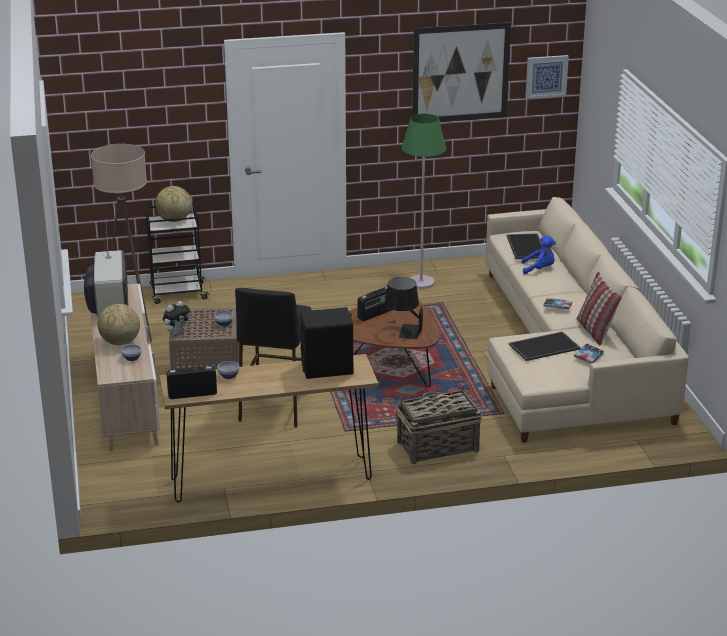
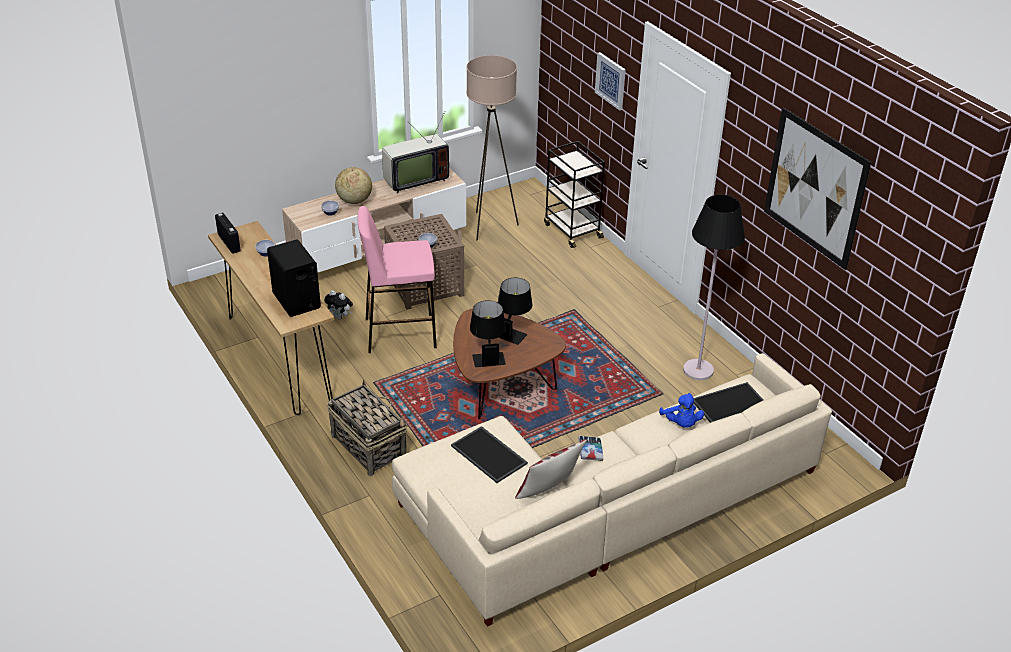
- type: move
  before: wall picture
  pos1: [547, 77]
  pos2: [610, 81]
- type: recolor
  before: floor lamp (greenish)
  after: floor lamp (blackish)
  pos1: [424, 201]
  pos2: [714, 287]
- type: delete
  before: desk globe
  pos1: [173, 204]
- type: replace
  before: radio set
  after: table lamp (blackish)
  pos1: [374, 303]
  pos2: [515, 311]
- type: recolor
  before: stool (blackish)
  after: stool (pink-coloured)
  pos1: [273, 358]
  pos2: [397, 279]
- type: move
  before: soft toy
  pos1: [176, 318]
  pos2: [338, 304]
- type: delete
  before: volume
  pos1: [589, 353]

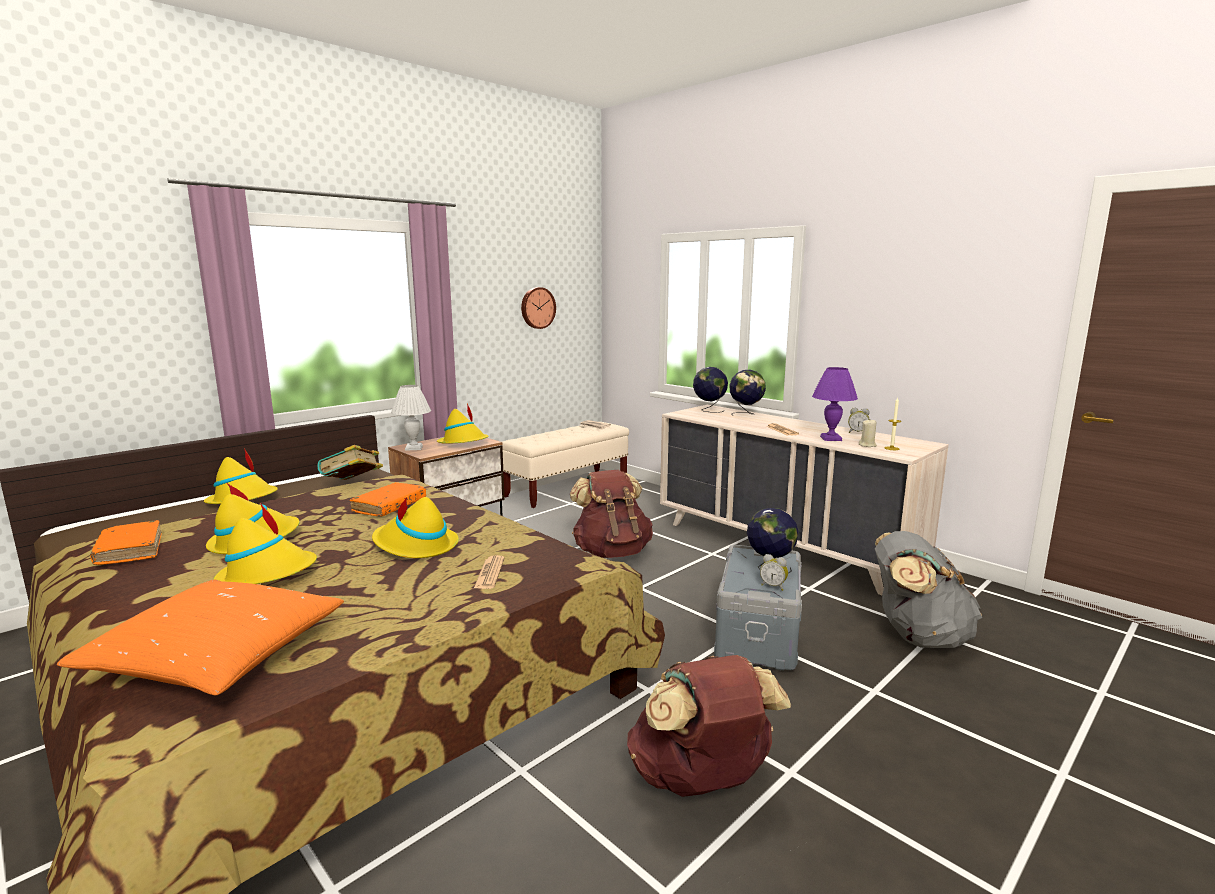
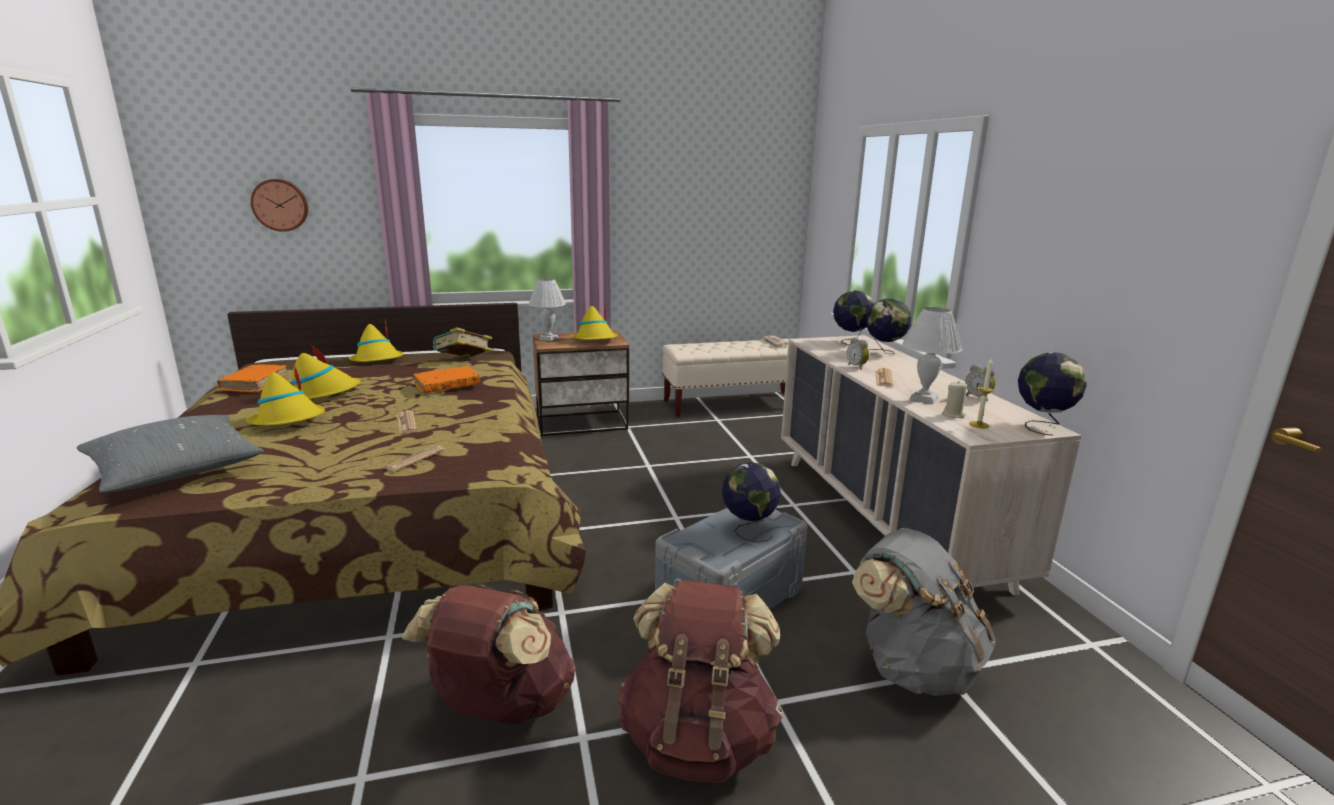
- type: move
  before: clock on the wall
  pos1: [538, 308]
  pos2: [279, 205]
- type: recolor
  before: table lamp (purple)
  after: table lamp (white-coloured)
  pos1: [835, 404]
  pos2: [932, 355]
- type: move
  before: backpack (brown)
  pos1: [611, 514]
  pos2: [700, 681]
- type: replace
  before: hat (yellowish)
  after: printed paper
  pos1: [415, 527]
  pos2: [407, 422]
- type: move
  before: table clock
  pos1: [774, 572]
  pos2: [858, 353]
- type: recolor
  before: pillow (orange)
  after: pillow (greyish)
  pos1: [200, 638]
  pos2: [170, 453]
- type: insert
  after: desk globe
  pos2: [1052, 394]

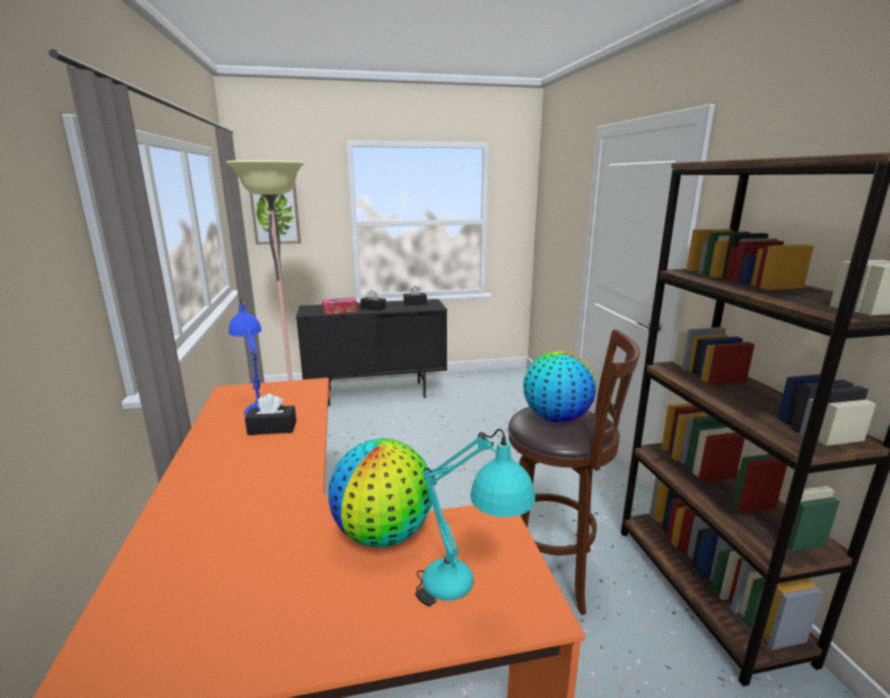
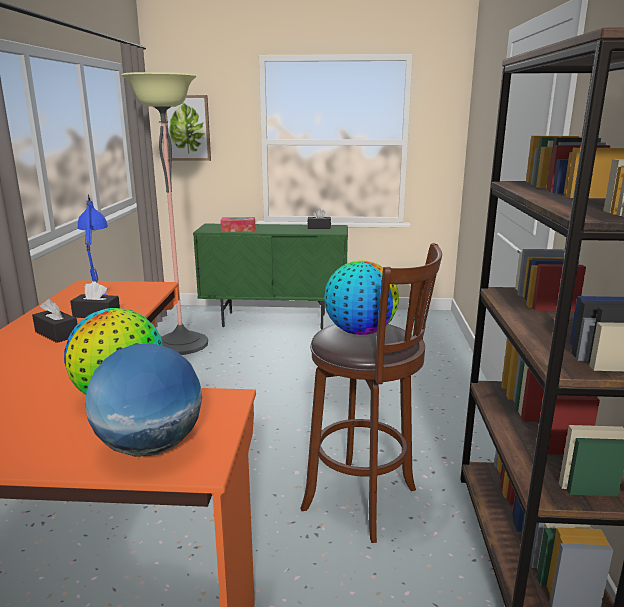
- type: move
  before: tissue box (blackish)
  pos1: [373, 300]
  pos2: [54, 321]
- type: recolor
  before: storage cabinet (blackish)
  after: storage cabinet (greenish)
  pos1: [371, 352]
  pos2: [270, 277]
- type: replace
  before: table lamp (turquoise)
  after: desk globe
  pos1: [475, 518]
  pos2: [143, 400]

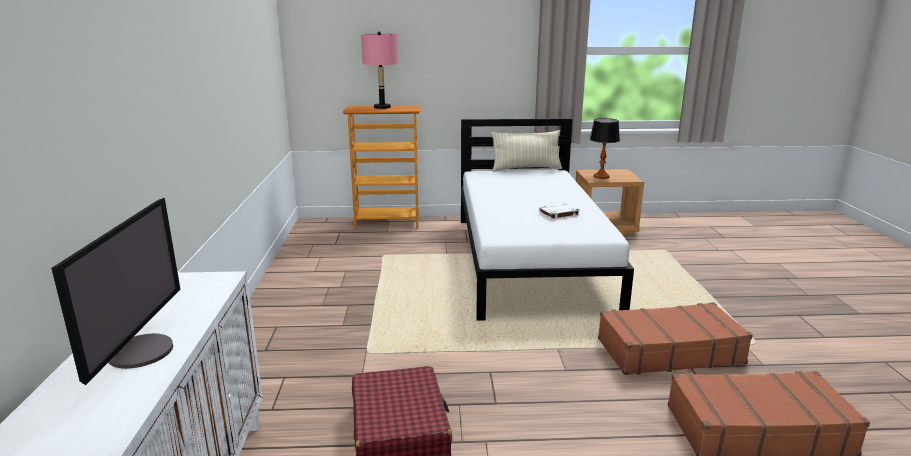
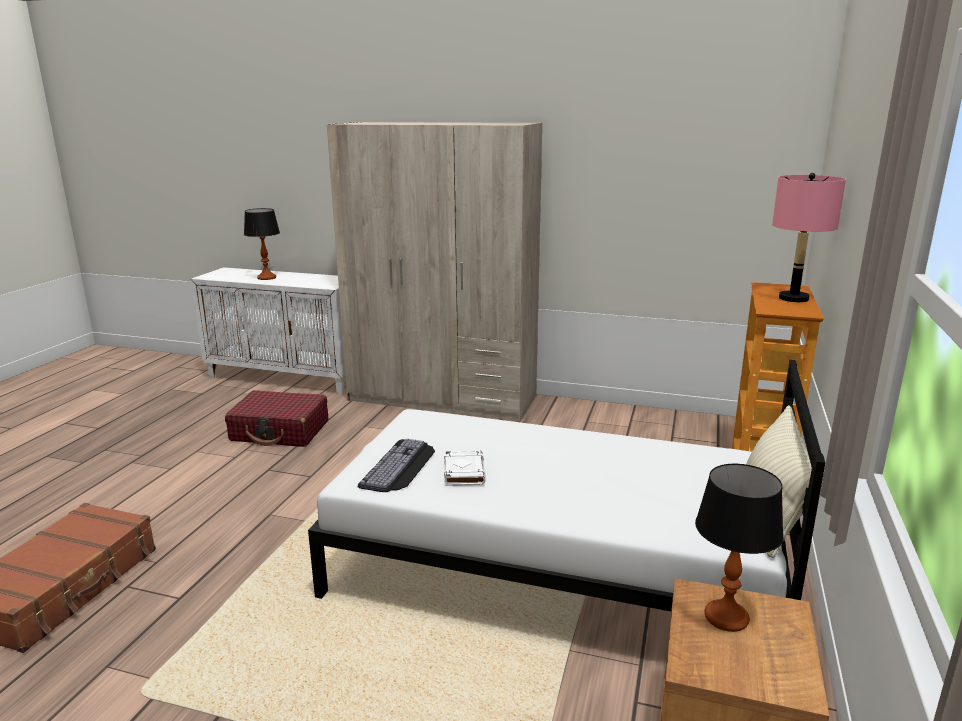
- type: replace
  before: computer screen
  after: table lamp
  pos1: [115, 291]
  pos2: [262, 244]
- type: delete
  before: piece of luggage (brown)
  pos1: [675, 338]
- type: insert
  after: wardrobe (beige)
  pos2: [434, 272]
- type: insert
  after: PC keyboard
  pos2: [396, 465]

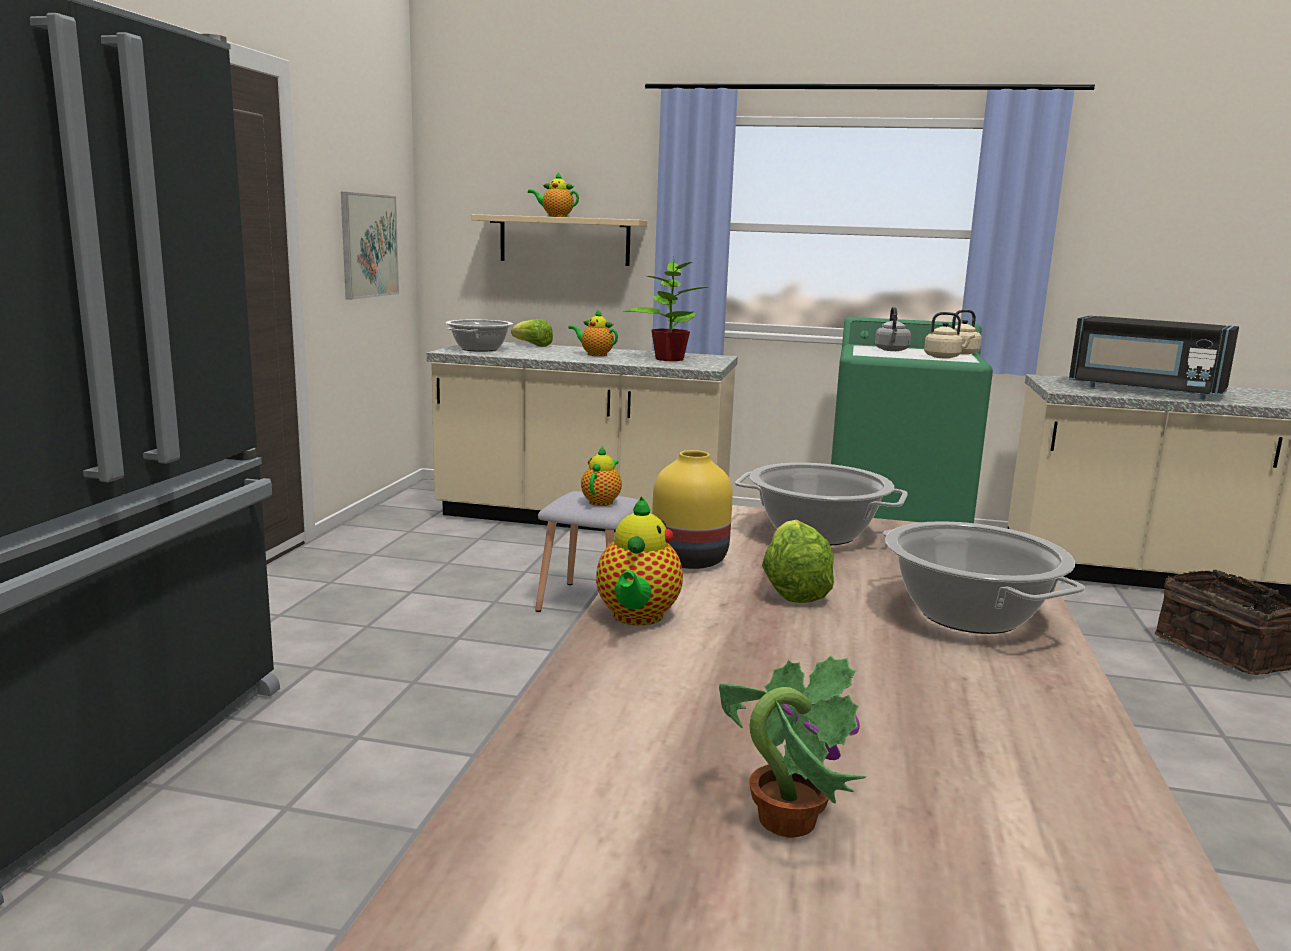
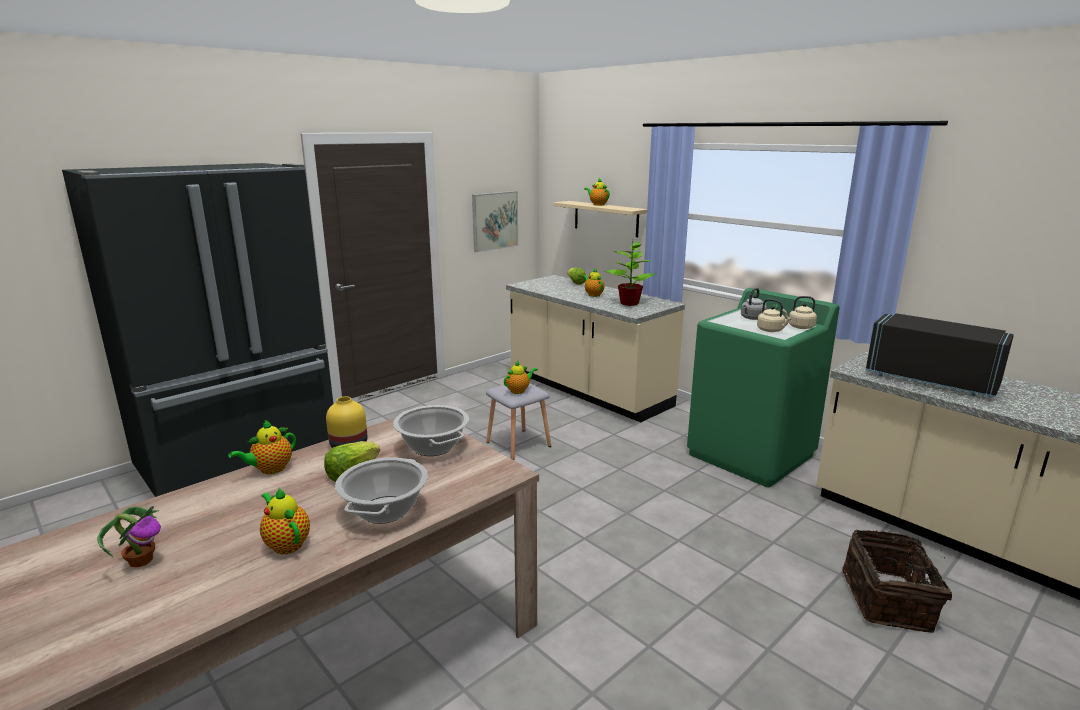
- type: rotate
  before: microwave oven (blackish)
  pos1: [1154, 358]
  pos2: [940, 355]
  turn: 150
- type: delete
  before: cooking pot
  pos1: [479, 336]
- type: insert
  after: teapot
  pos2: [285, 521]

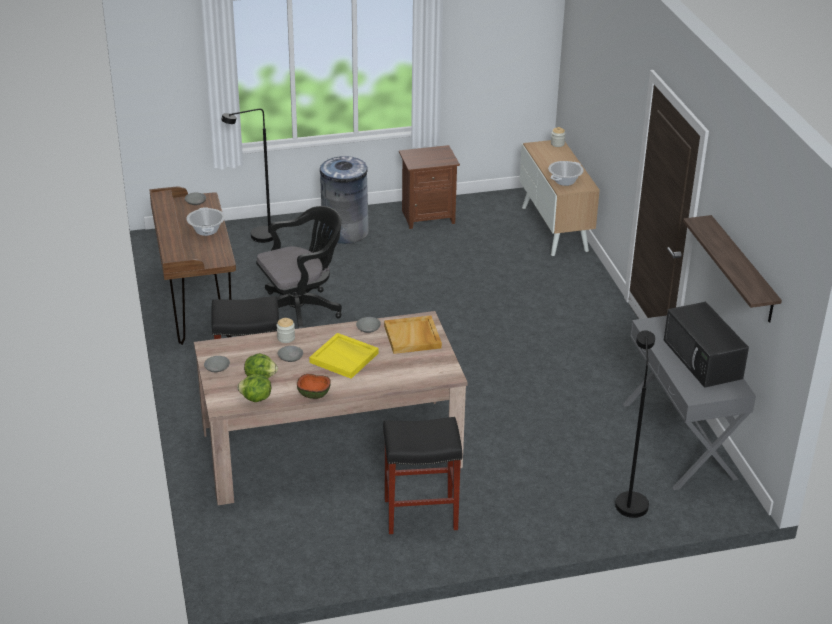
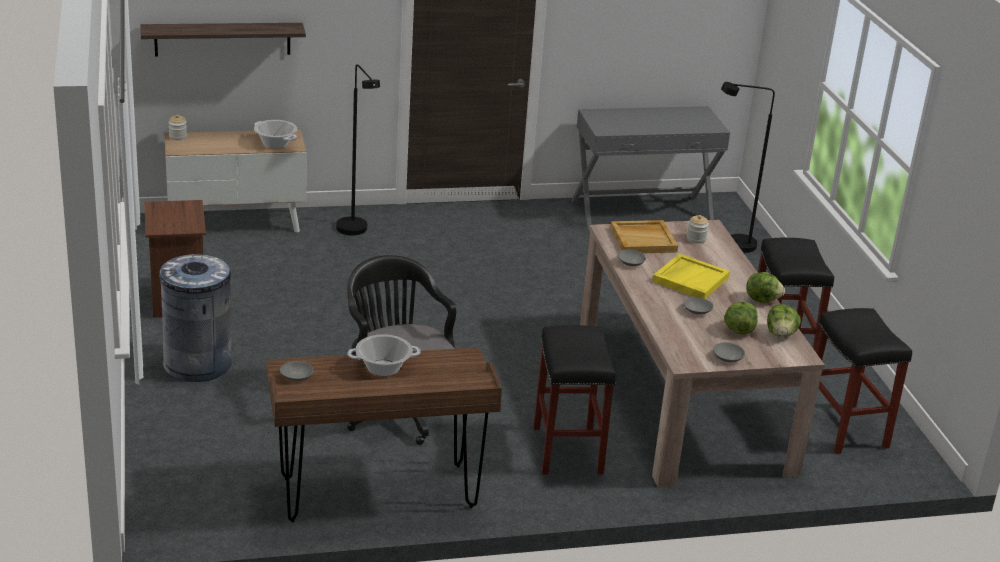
- type: move
  before: floor lamp (blackish)
  pos1: [247, 176]
  pos2: [358, 150]
- type: move
  before: shelf
  pos1: [732, 269]
  pos2: [223, 40]
- type: delete
  before: microwave oven (blackish)
  pos1: [706, 345]
- type: move
  before: storage jar
  pos1: [286, 330]
  pos2: [698, 229]
- type: replace
  before: bowl
  after: head of lettuce
  pos1: [314, 386]
  pos2: [765, 287]
- type: insert
  after: stool (blackish)
  pos2: [863, 381]

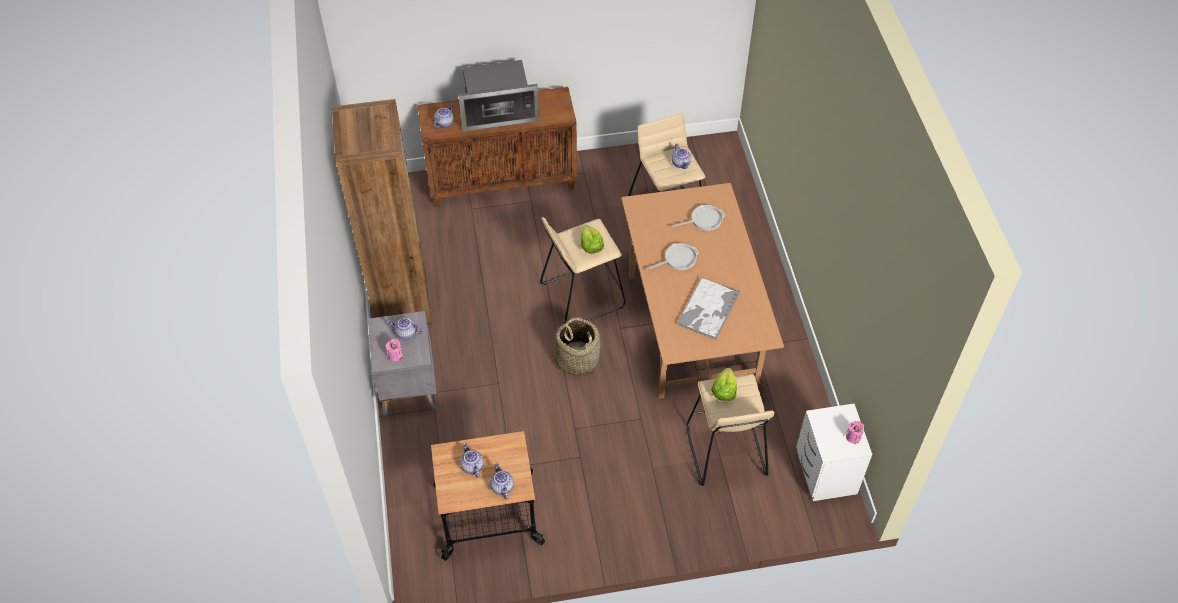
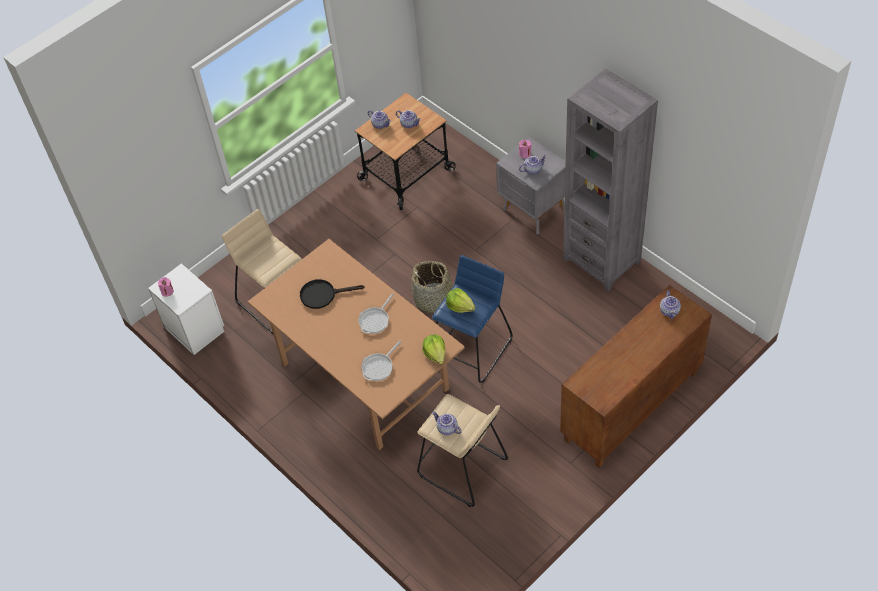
- type: delete
  before: microwave oven
  pos1: [498, 96]
- type: recolor
  before: bookcase (brown)
  after: bookcase (greyish)
  pos1: [382, 212]
  pos2: [610, 179]
- type: recolor
  before: stool (beige)
  after: stool (bluish)
  pos1: [583, 270]
  pos2: [472, 319]
- type: replace
  before: carrying tray
  after: frying pan (blackish)
  pos1: [708, 308]
  pos2: [332, 294]
- type: move
  before: head of lettuce
  pos1: [724, 384]
  pos2: [433, 349]

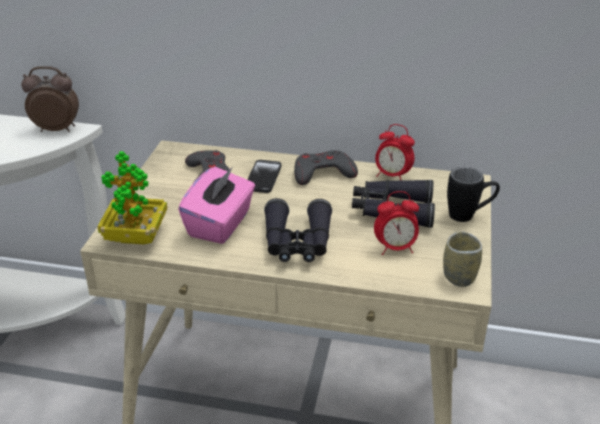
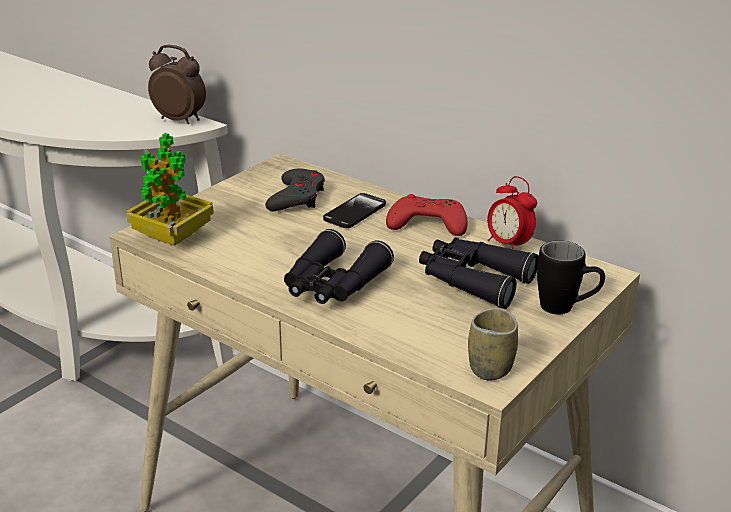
- type: recolor
  before: joypad (greyish)
  after: joypad (reddish)
  pos1: [326, 167]
  pos2: [427, 215]
- type: delete
  before: tissue box (pink-coloured)
  pos1: [216, 205]
- type: delete
  before: table clock
  pos1: [396, 223]

